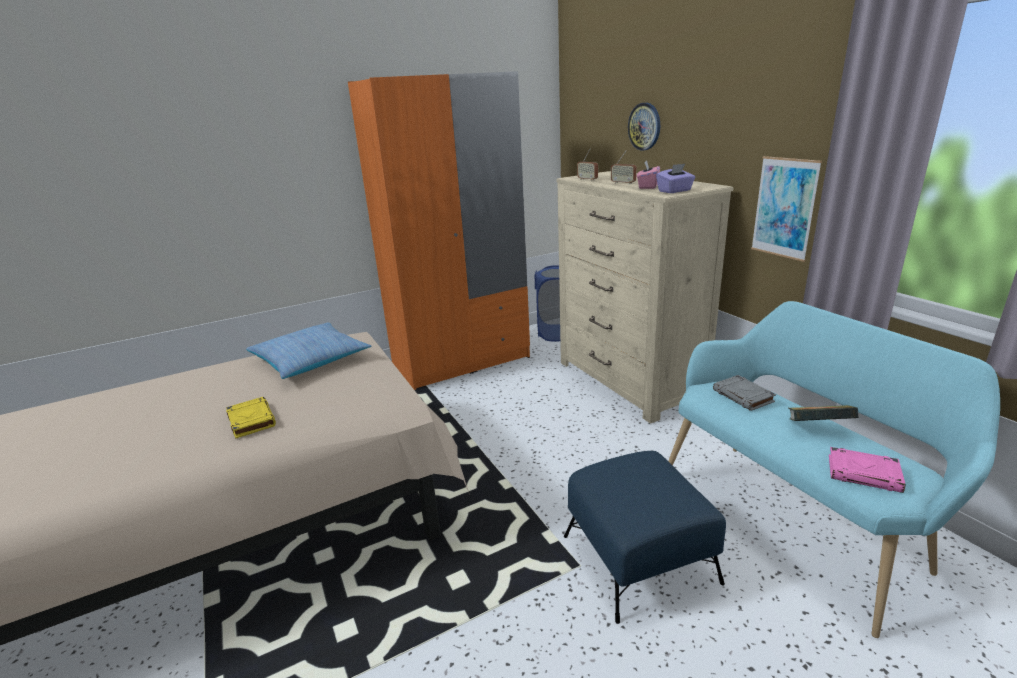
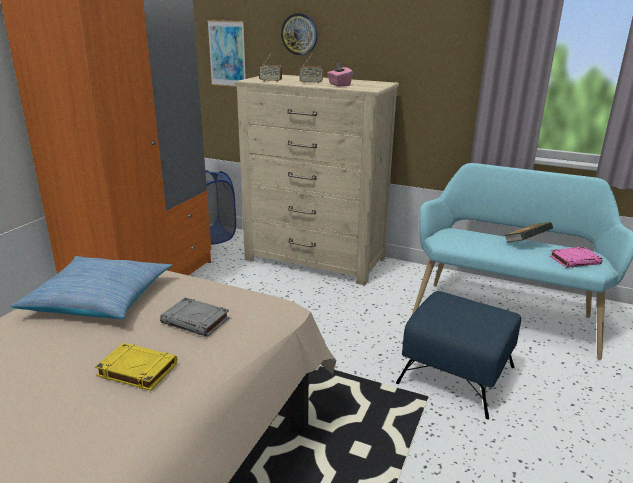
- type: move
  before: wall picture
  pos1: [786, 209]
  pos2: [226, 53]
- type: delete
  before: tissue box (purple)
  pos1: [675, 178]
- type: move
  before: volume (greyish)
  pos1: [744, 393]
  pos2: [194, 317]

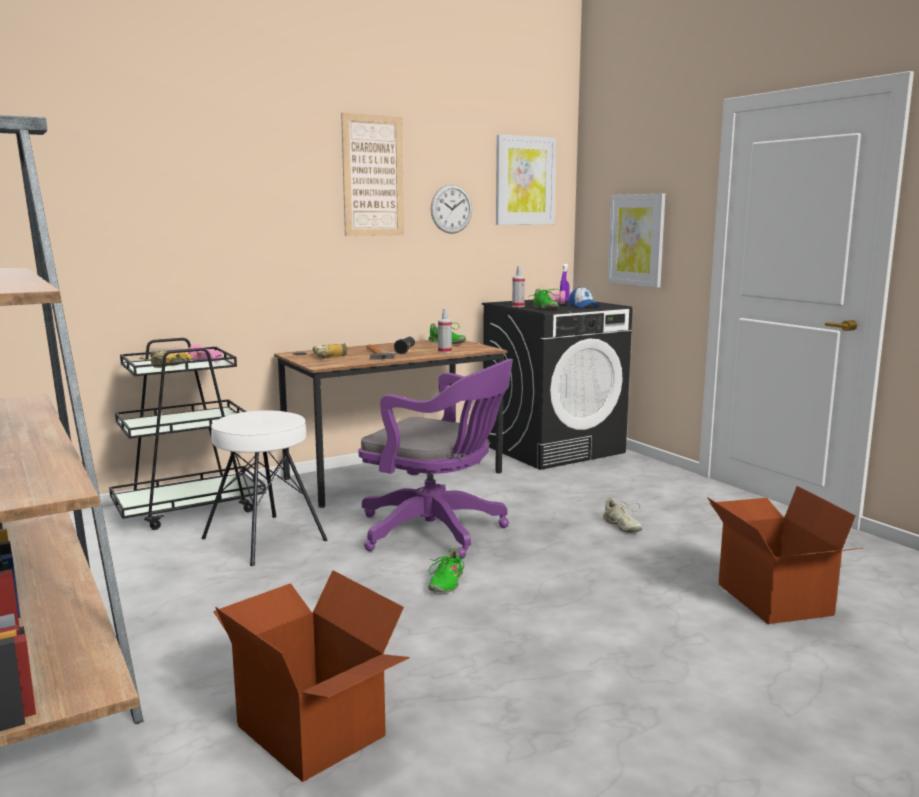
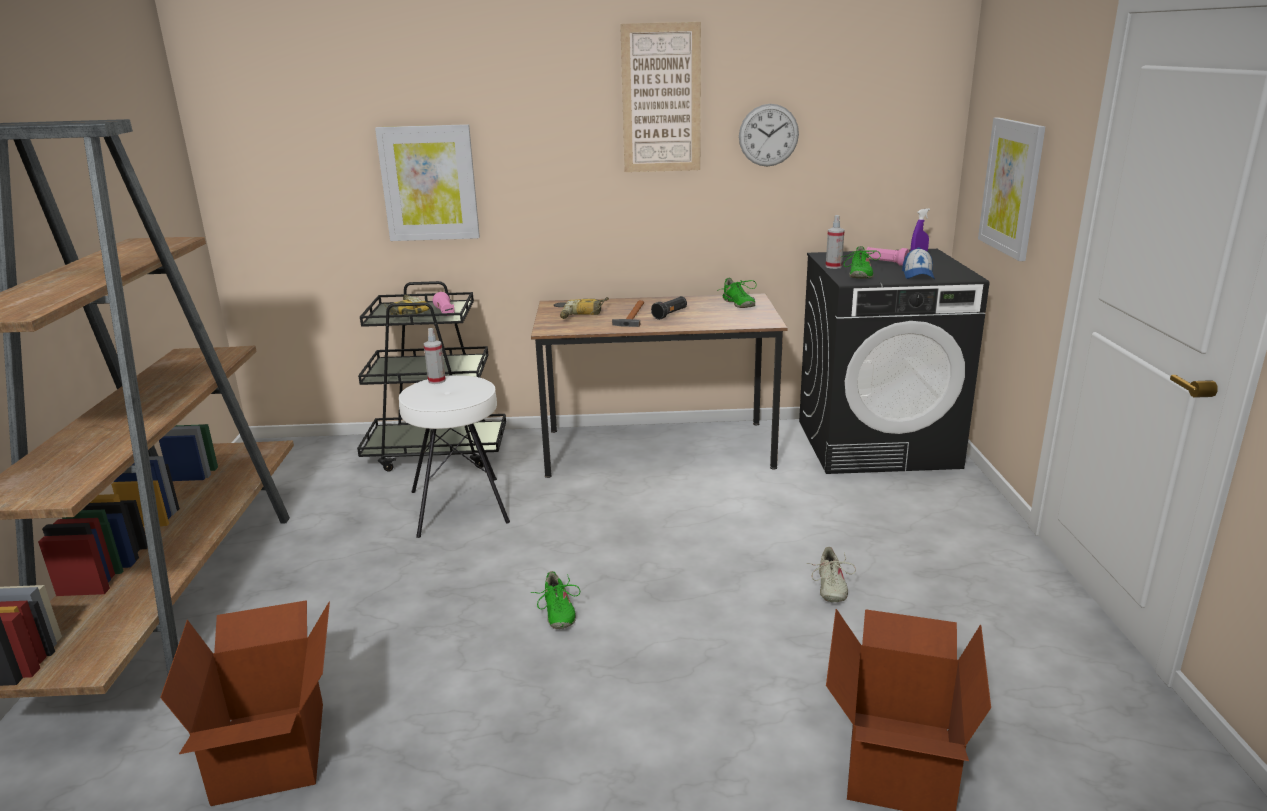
- type: move
  before: wall picture
  pos1: [526, 179]
  pos2: [427, 182]
- type: move
  before: spray bottle
  pos1: [445, 330]
  pos2: [435, 356]
- type: delete
  before: desk chair (purple)
  pos1: [436, 459]
- type: rotate
  before: shoe (greenish)
  pos1: [447, 570]
  pos2: [555, 600]
  turn: -60

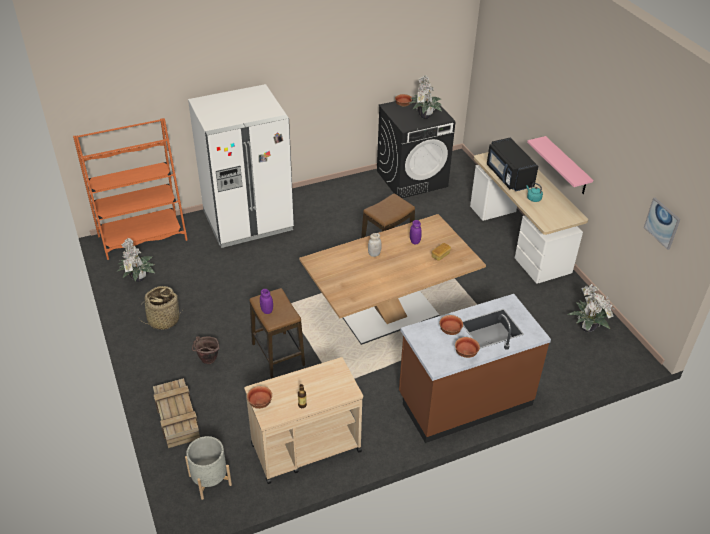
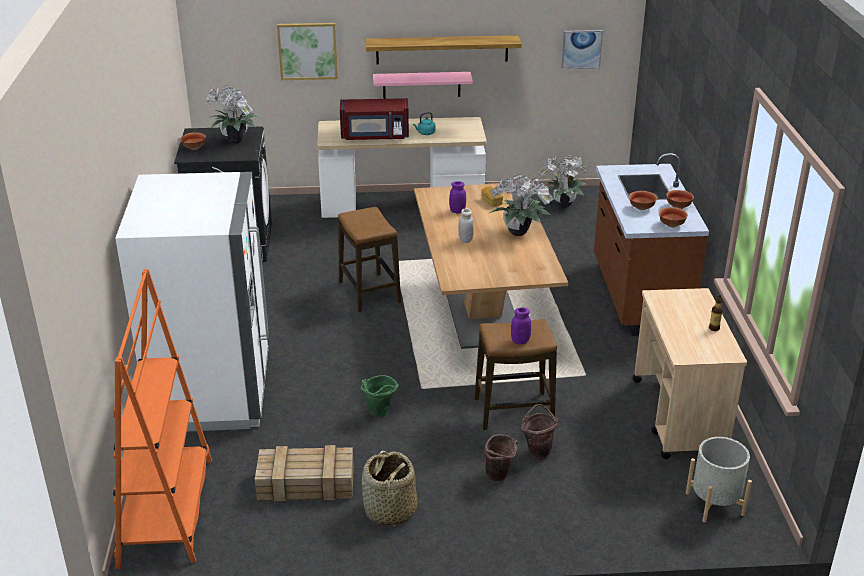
- type: recolor
  before: microwave oven (blackish)
  after: microwave oven (reddish)
  pos1: [512, 164]
  pos2: [374, 119]
- type: move
  before: houseplant
  pos1: [136, 260]
  pos2: [521, 205]
- type: move
  before: crate
  pos1: [176, 413]
  pos2: [304, 473]
- type: move
  before: bowl
  pos1: [259, 397]
  pos2: [673, 217]
- type: insert
  after: wall picture
  pos2: [307, 51]
- type: insert
  after: shelf
  pos2: [444, 49]
- type: insert
  after: pail (greenish)
  pos2: [379, 396]
- type: insert
  after: pail (brown)
  pos2: [539, 431]

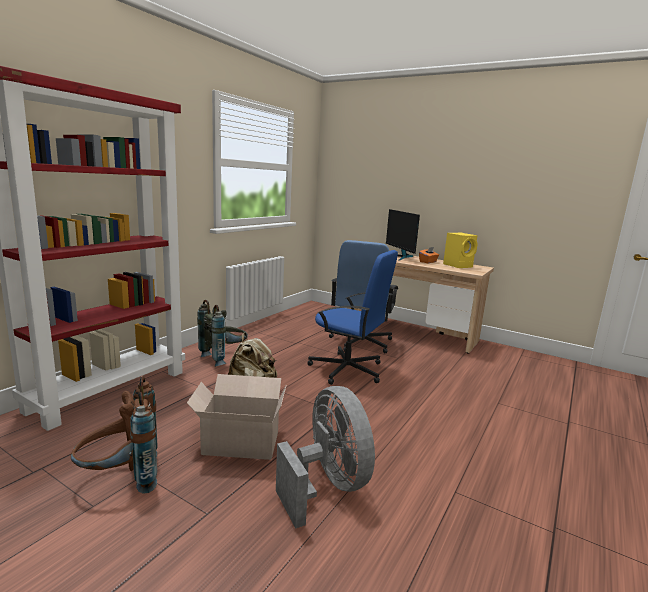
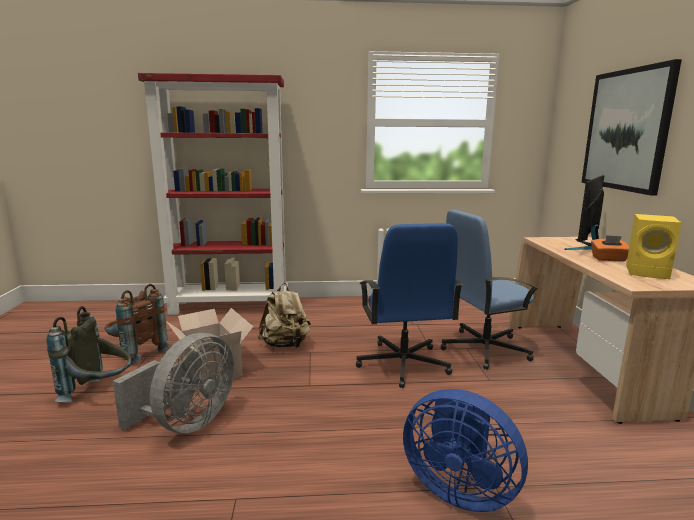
- type: move
  before: backpack (greyish)
  pos1: [222, 333]
  pos2: [88, 354]
- type: insert
  after: wall picture
  pos2: [631, 127]
- type: insert
  after: electric fan (bluish)
  pos2: [465, 450]

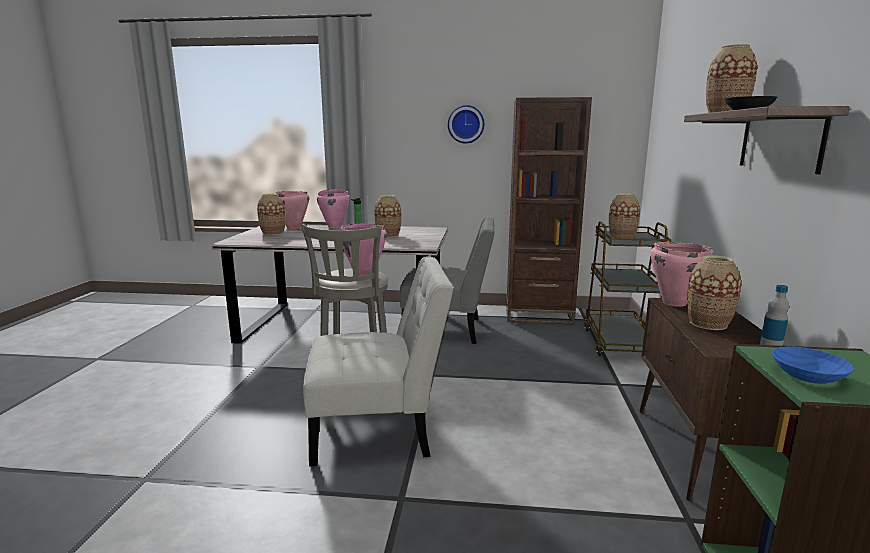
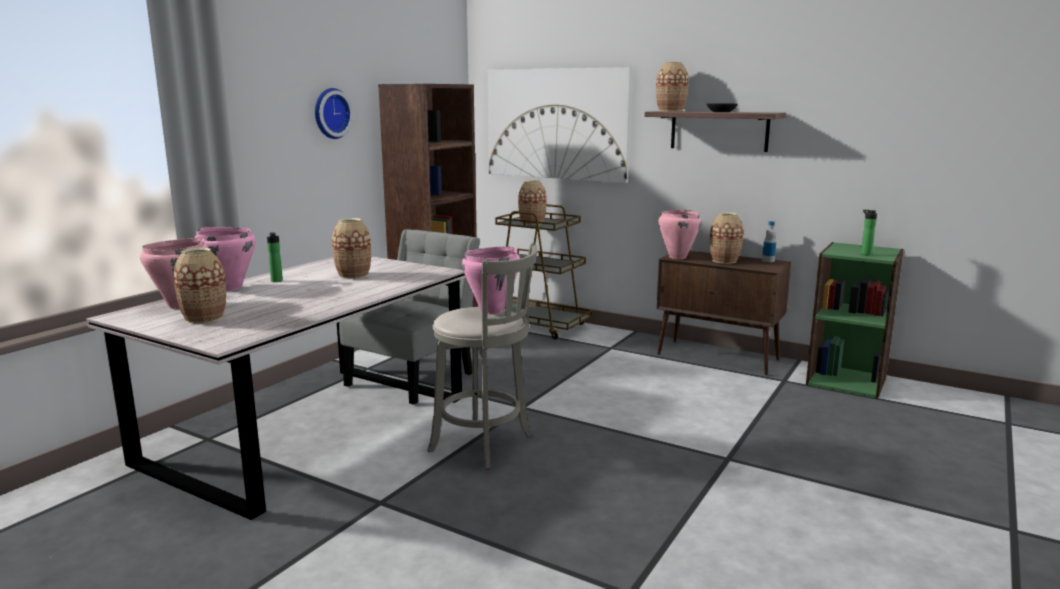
- type: delete
  before: upright chair (white-coloured)
  pos1: [378, 362]
- type: replace
  before: bowl (bluish)
  after: drink bottle
  pos1: [813, 365]
  pos2: [869, 233]
- type: insert
  after: wall picture
  pos2: [560, 125]

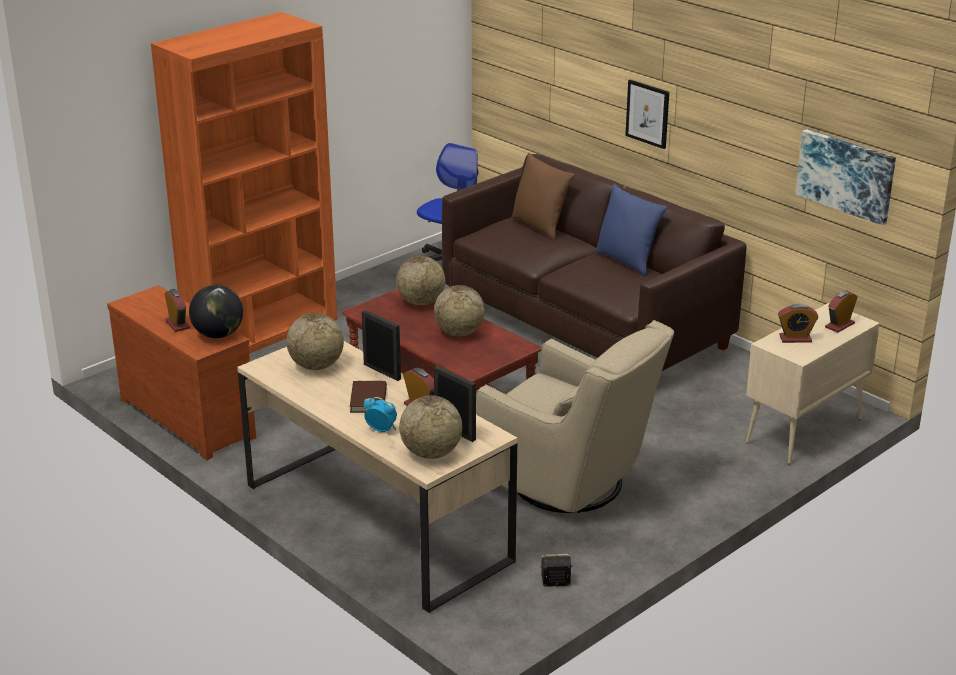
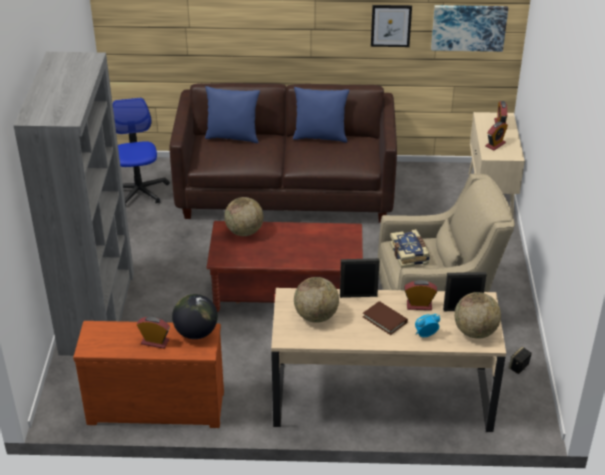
- type: recolor
  before: bookcase (orange)
  after: bookcase (greyish)
  pos1: [244, 183]
  pos2: [73, 204]
- type: move
  before: wall picture
  pos1: [647, 114]
  pos2: [391, 26]
- type: recolor
  before: pillow (brown)
  after: pillow (bluish)
  pos1: [543, 196]
  pos2: [232, 114]
- type: delete
  before: desk globe
  pos1: [459, 310]
- type: insert
  after: volume
  pos2: [410, 248]

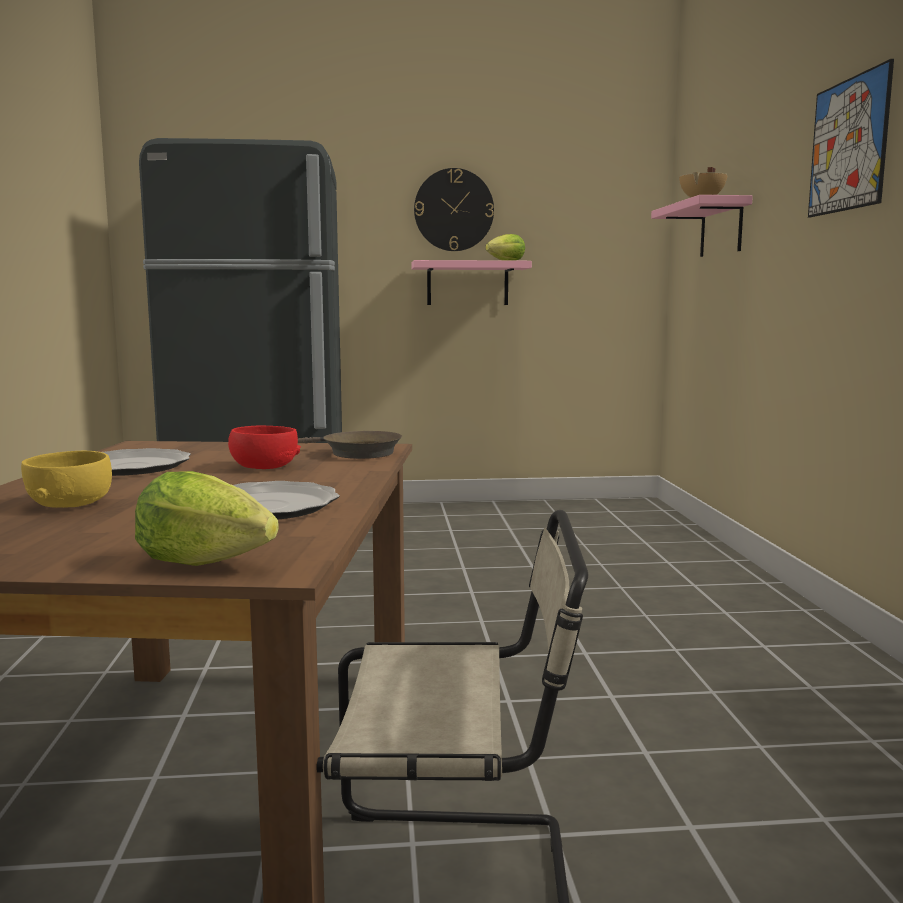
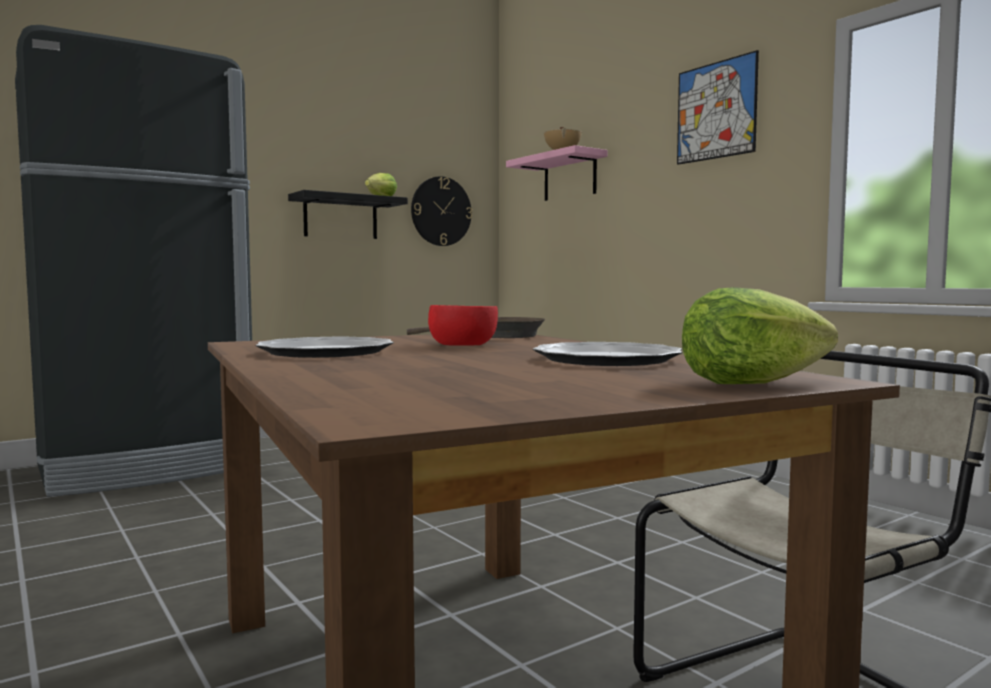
- type: move
  before: clock on the wall
  pos1: [454, 209]
  pos2: [441, 211]
- type: recolor
  before: shelf (pink-coloured)
  after: shelf (blackish)
  pos1: [471, 282]
  pos2: [348, 214]
- type: delete
  before: bowl (yellowish)
  pos1: [66, 479]

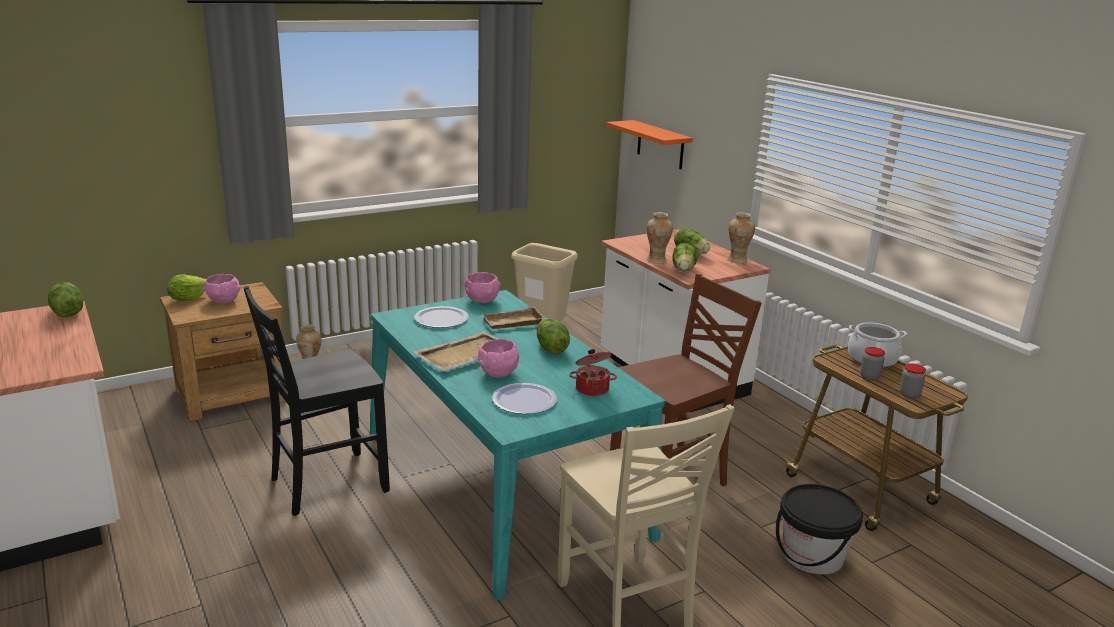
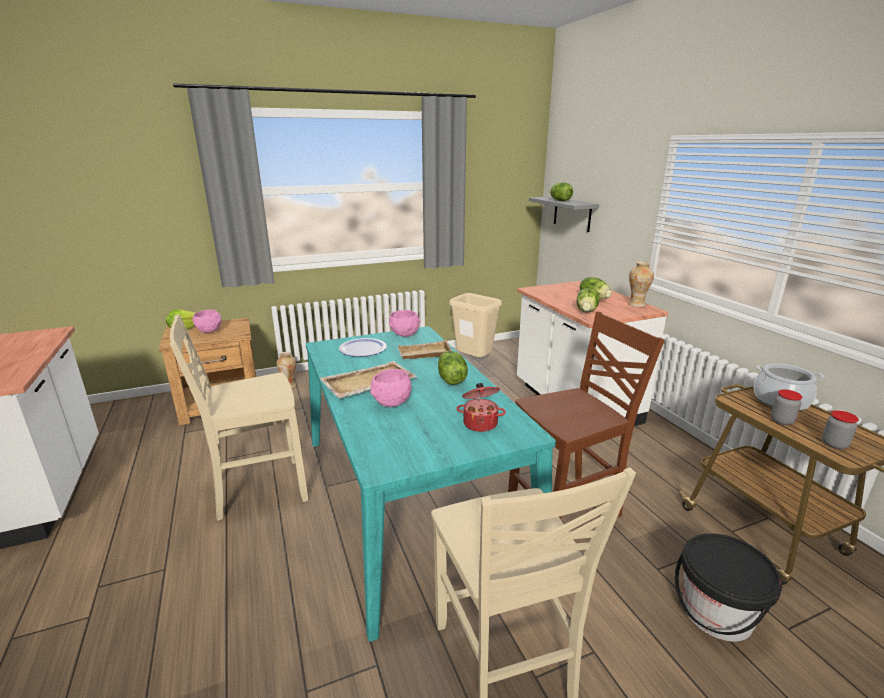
- type: recolor
  before: shelf (orange)
  after: shelf (greyish)
  pos1: [649, 144]
  pos2: [564, 214]
- type: delete
  before: vase
  pos1: [660, 238]
- type: move
  before: head of lettuce
  pos1: [65, 299]
  pos2: [561, 191]
- type: recolor
  before: upright chair (blackish)
  after: upright chair (beige)
  pos1: [316, 401]
  pos2: [238, 417]
- type: delete
  before: flat dish
  pos1: [524, 398]

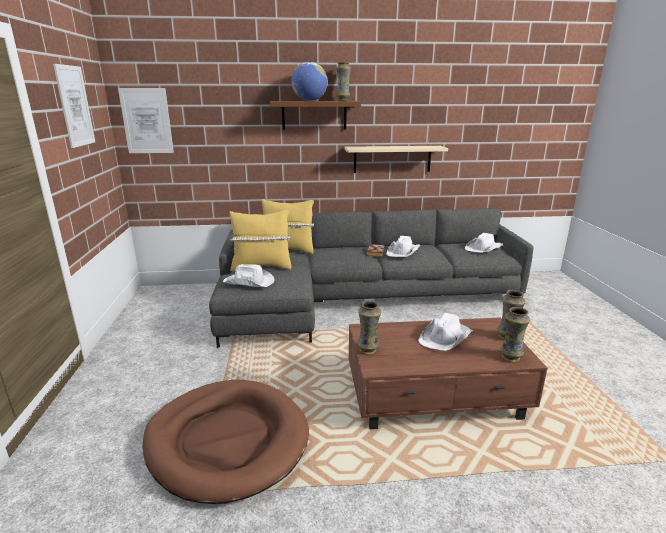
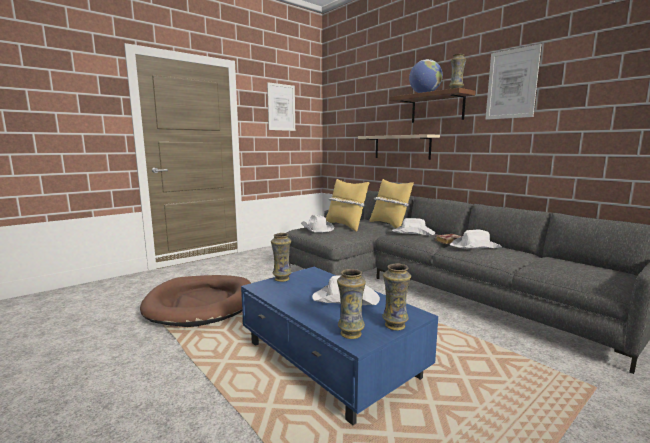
- type: move
  before: wall picture
  pos1: [146, 120]
  pos2: [513, 82]
- type: move
  before: shelf (beige)
  pos1: [396, 159]
  pos2: [399, 147]
- type: move
  before: hat (white-coloured)
  pos1: [484, 243]
  pos2: [413, 226]
- type: recolor
  before: low table (brown)
  after: low table (bluish)
  pos1: [448, 373]
  pos2: [339, 346]

